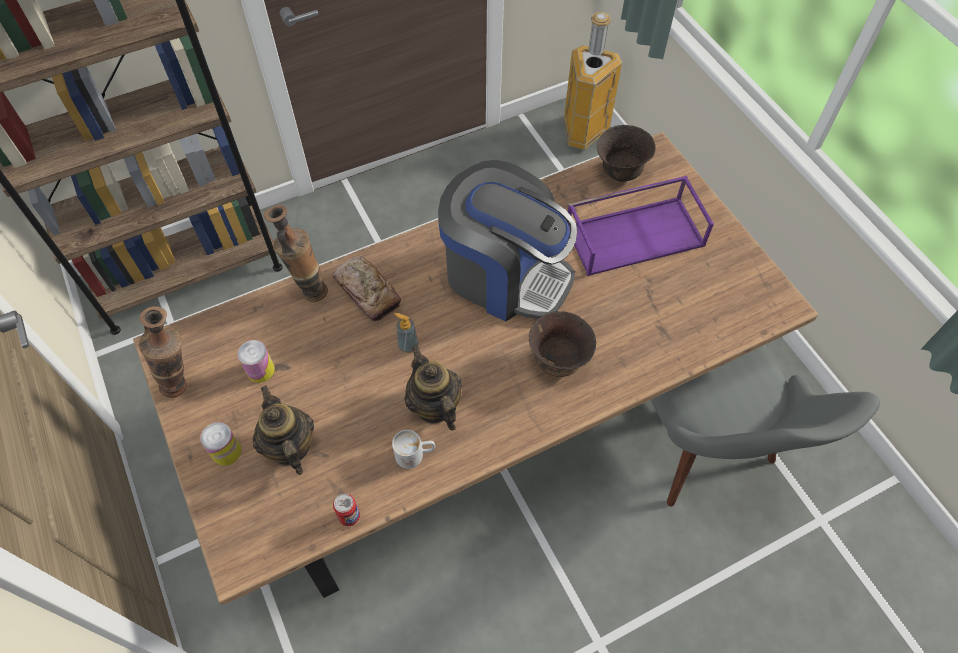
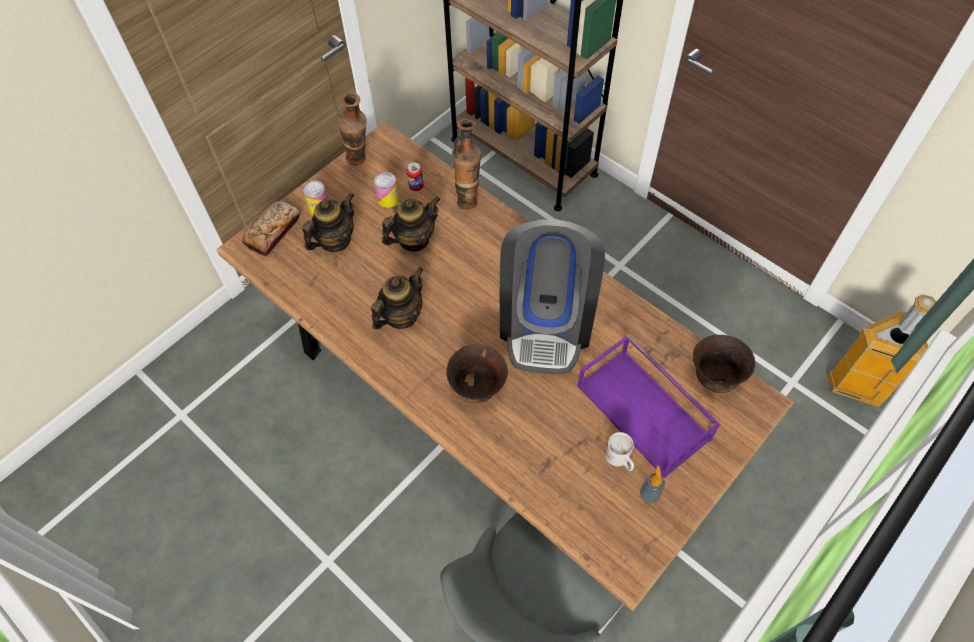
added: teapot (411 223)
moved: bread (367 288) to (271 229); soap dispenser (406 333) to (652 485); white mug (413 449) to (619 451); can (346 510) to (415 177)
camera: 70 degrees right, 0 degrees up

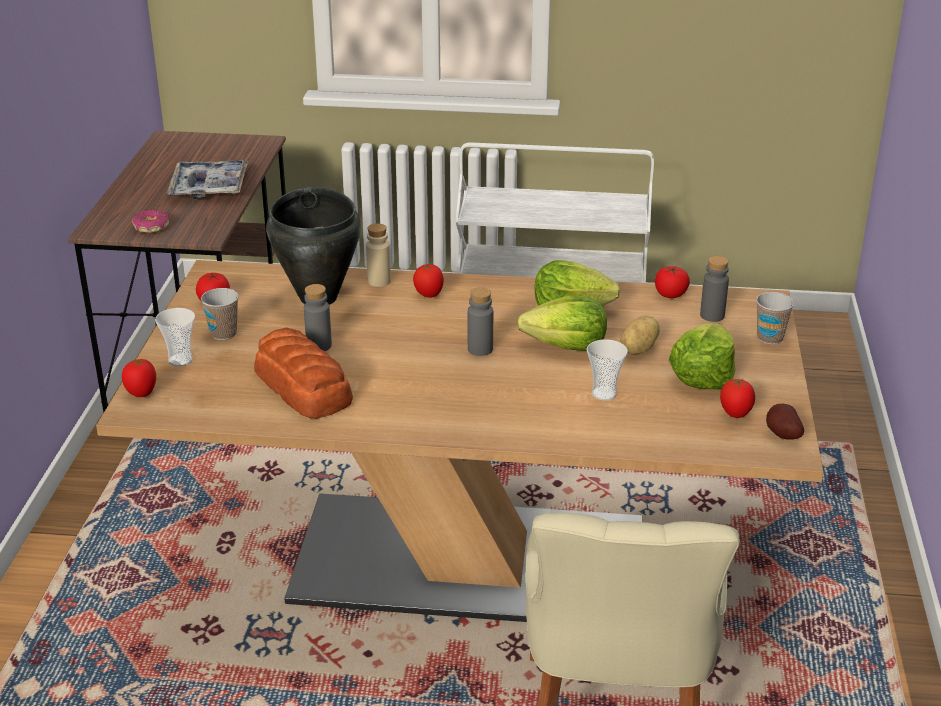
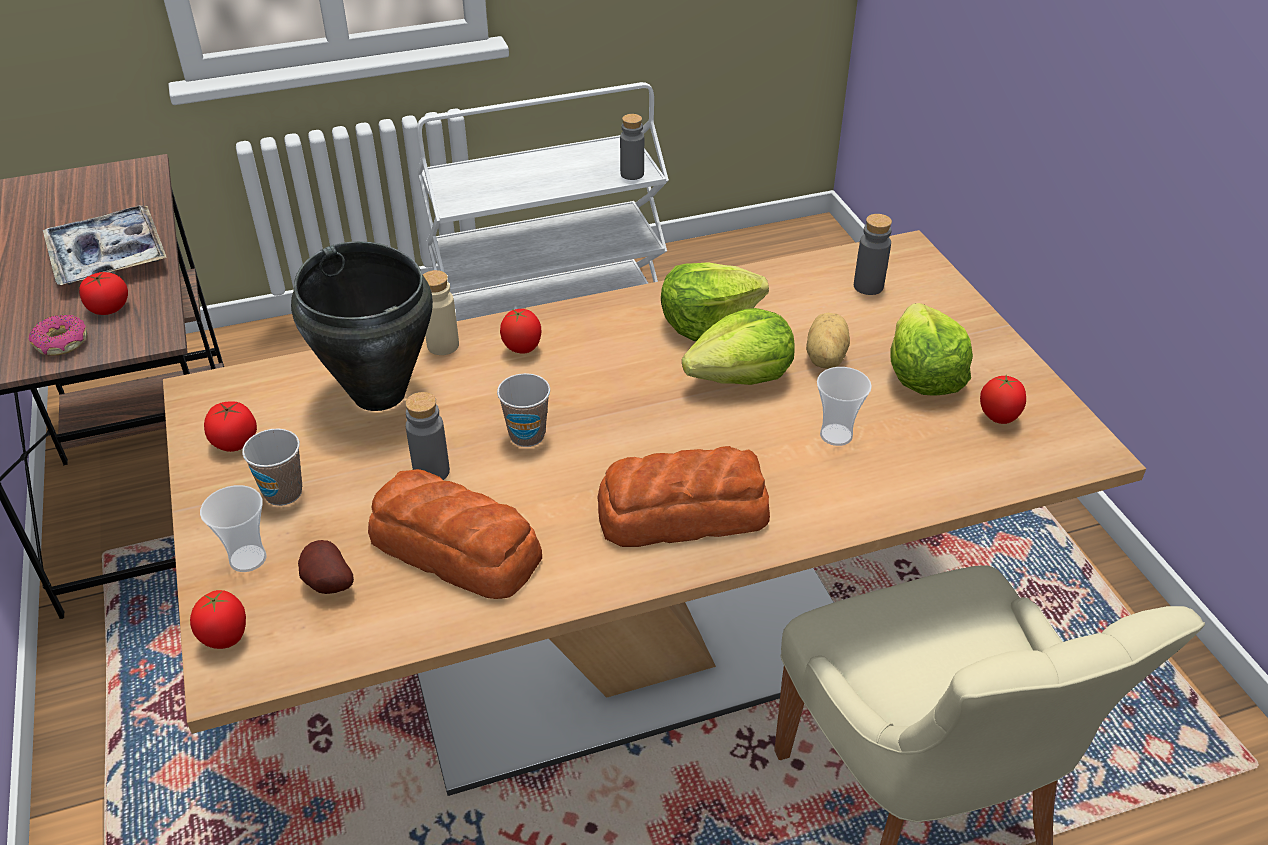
added: bread (683 496)
moved: tomato (672 282) to (103 293); grey bottle (480 321) to (632 147); cup (775 318) to (523 410); potato (785 422) to (326 567)
camera: 25 degrees left, 10 degrees up

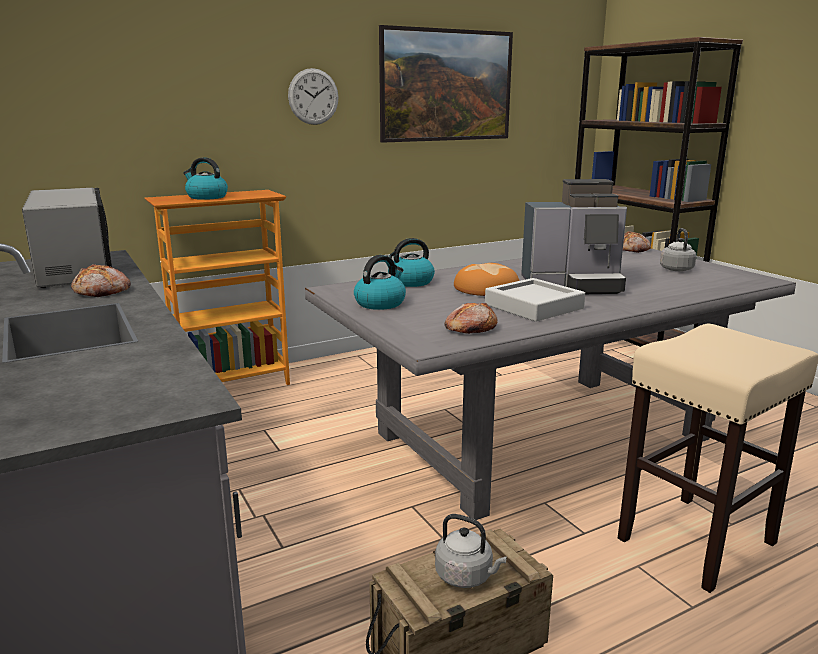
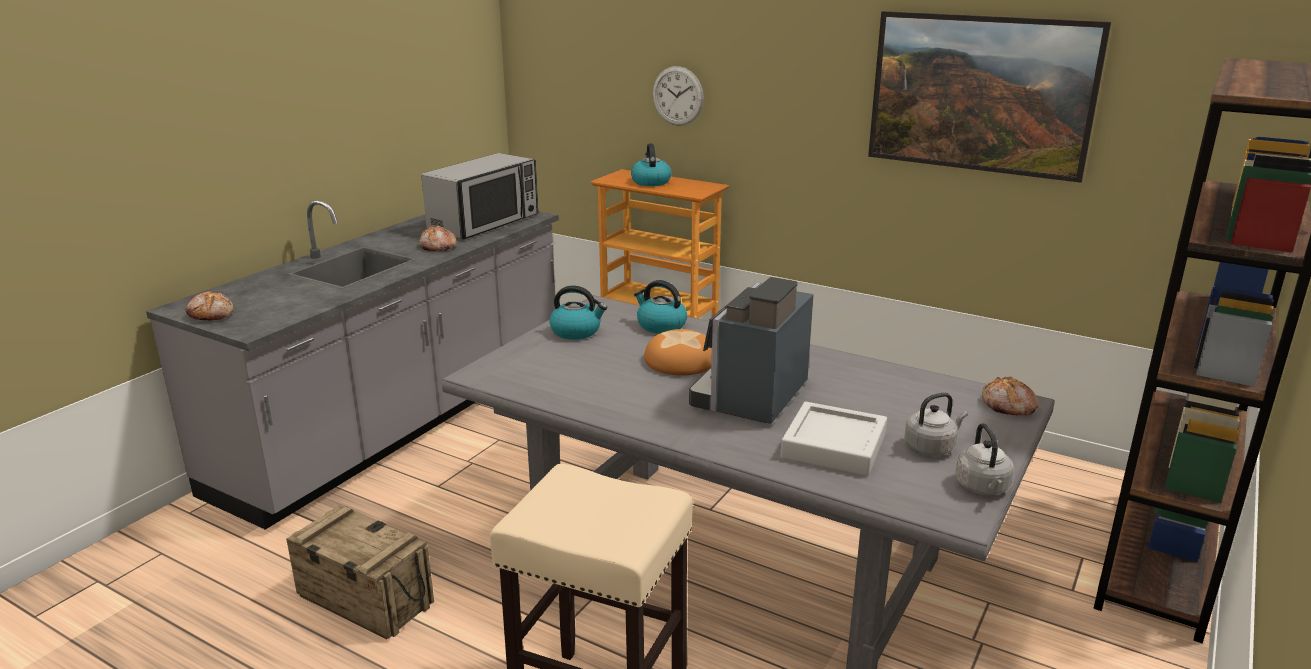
moved: wall clock (313 96) to (678 96); grey tray (535 300) to (833 439); bread (471 318) to (209 306); grey kettle (471 551) to (984 459)
turned: coffee machine (574 236) = (751 350) 60 degrees clockwise
camera: 60 degrees right, 5 degrees up

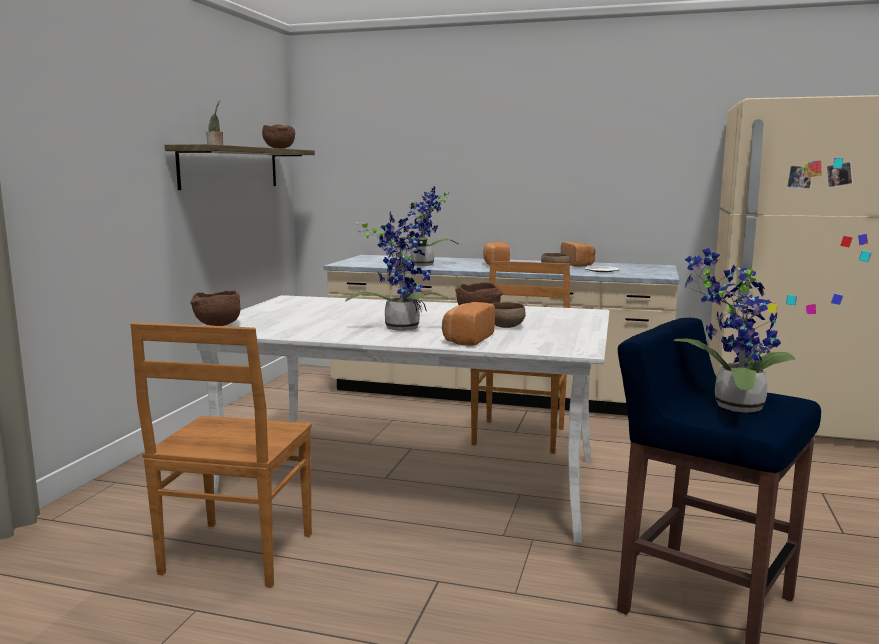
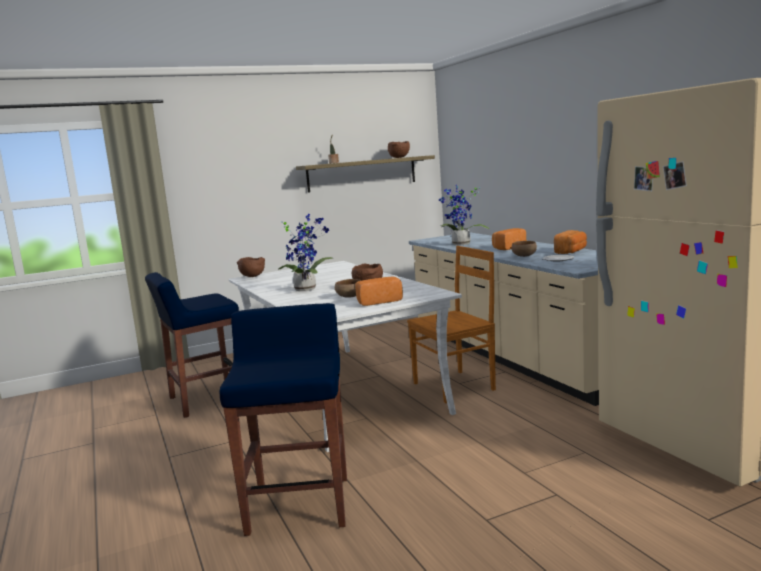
removed: potted plant (735 330)
moved: bread (468 324) to (379 291)
replaced: brown chair (221 455) to blue stool (192 345)
camera: 50 degrees right, 0 degrees up

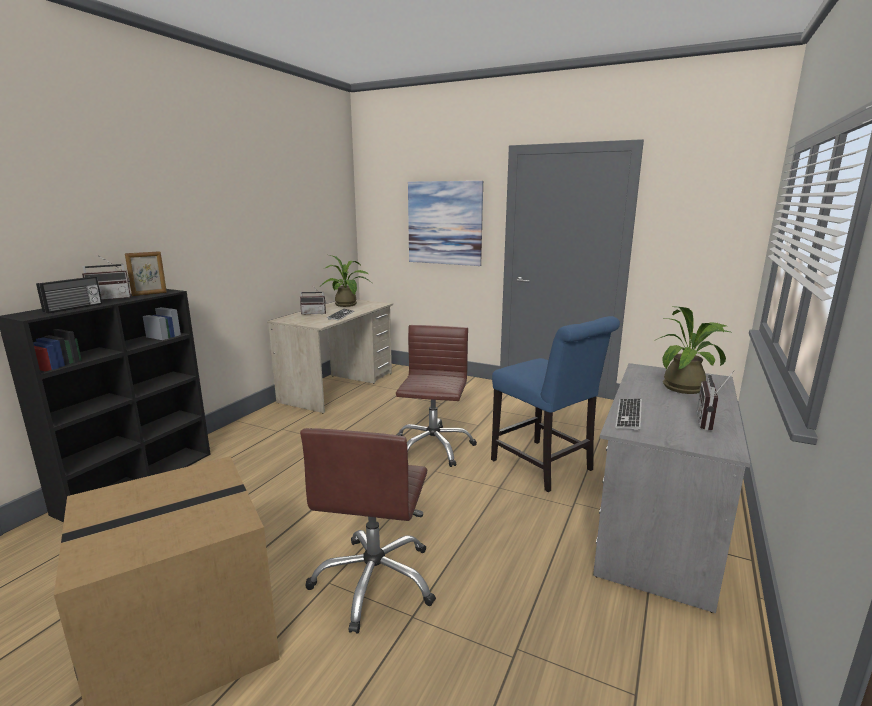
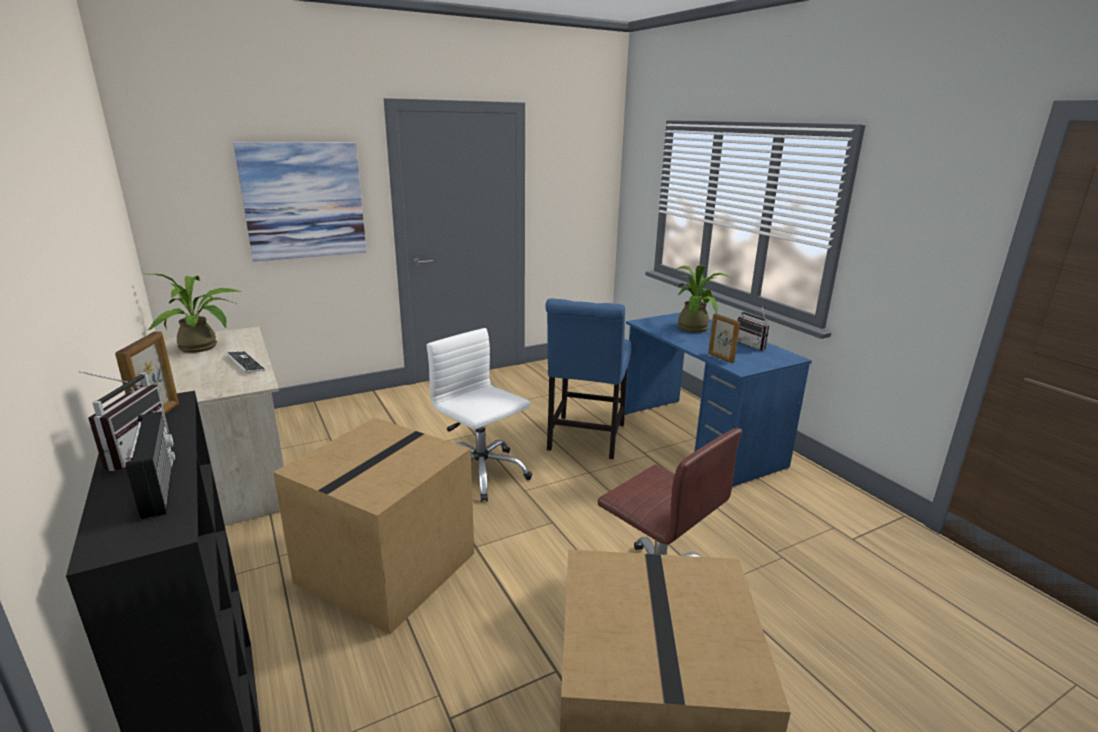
removed: radio (313 299)
added: cardboard box (373 526)
replaced: keyboard (628 415) to picture frame (724 338)
recoloured: brown office chair (436 396) to white office chair (479 415); grey desk (672 488) to blue desk (718 399)
turned: blue chair (555 404) = (588 379) 105 degrees clockwise
camera: 55 degrees left, 5 degrees up

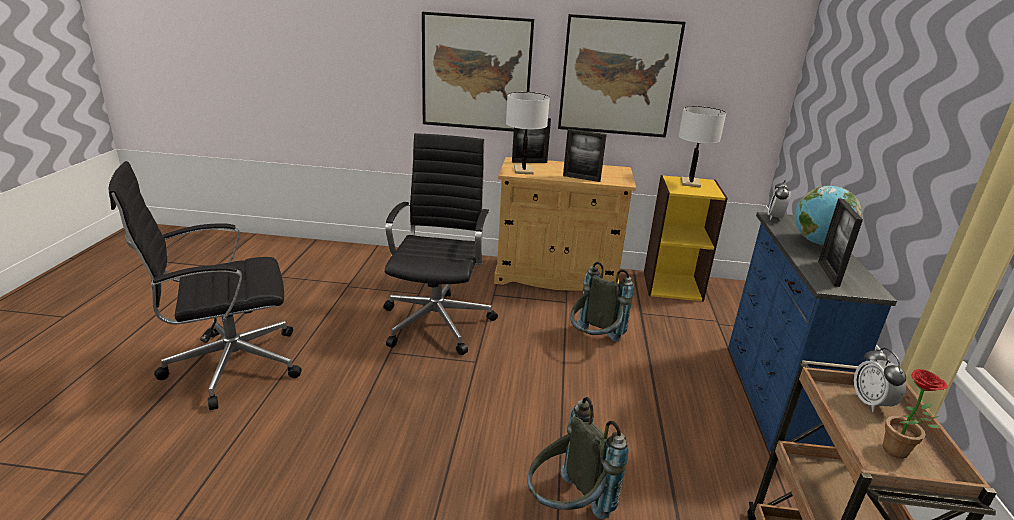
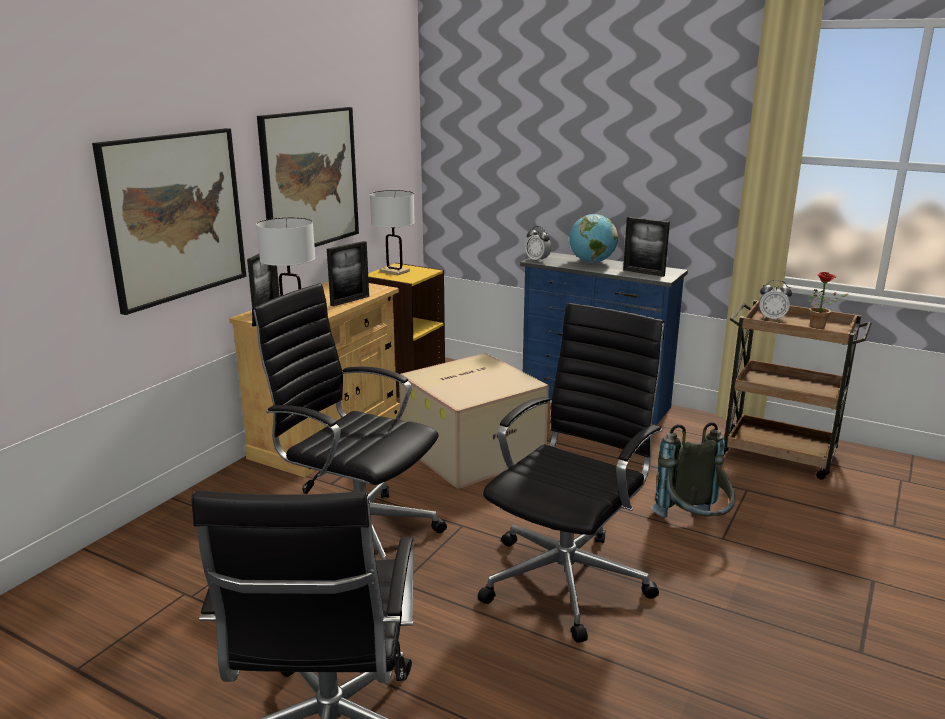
added: black office chair (571 473)
replaced: grey backpack (602 302) to cardboard box (474 421)
camera: 65 degrees left, 5 degrees down

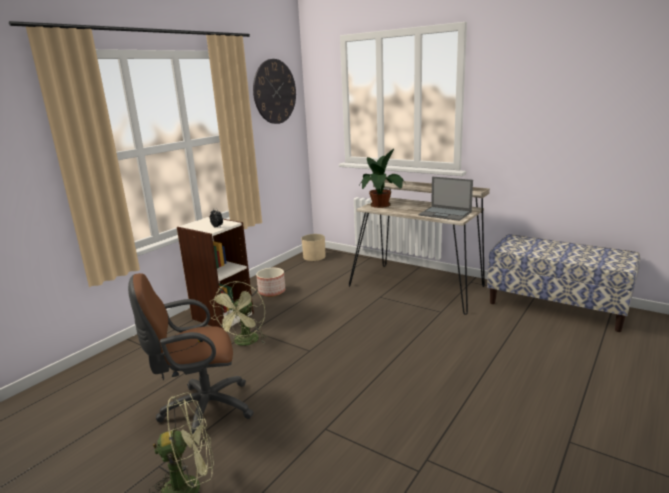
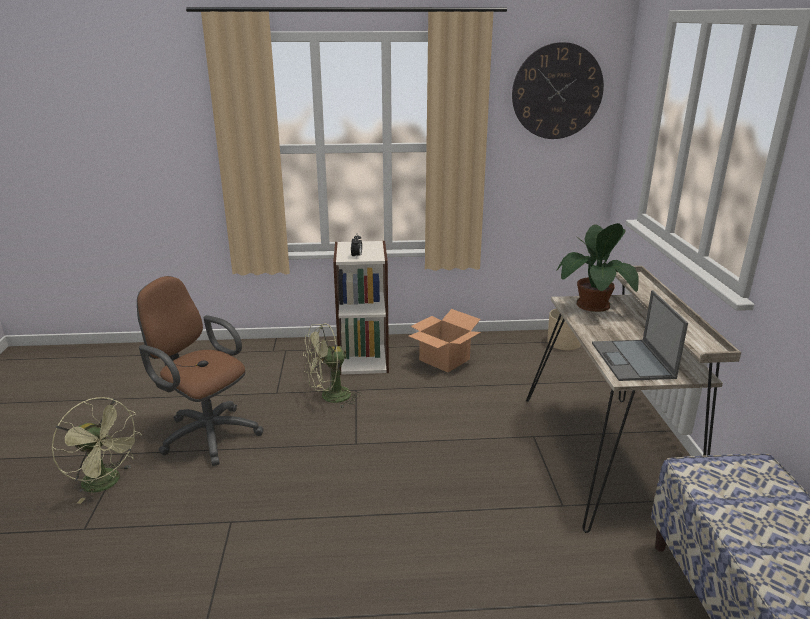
replaced: planter (270 282) to cardboard box (445 340)
camera: 50 degrees right, 5 degrees up

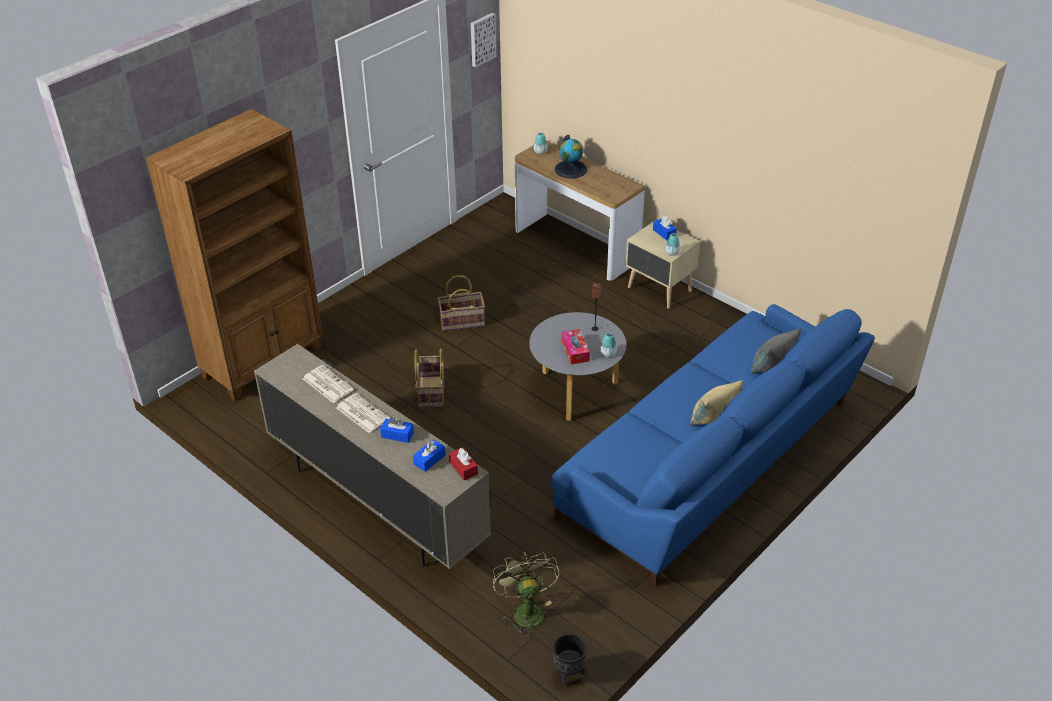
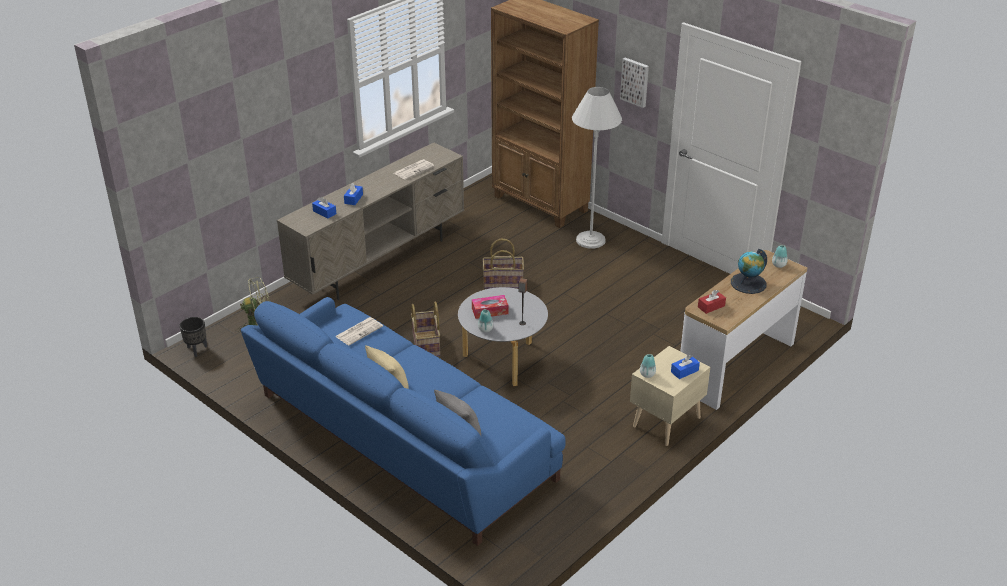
added: white floor lamp (597 168)
moved: picture (483 40) to (634 83); basket (461 303) to (425 328); newspaper (363 413) to (359 331); red tissue box (463 463) to (712 302)
camera: 90 degrees right, 5 degrees down

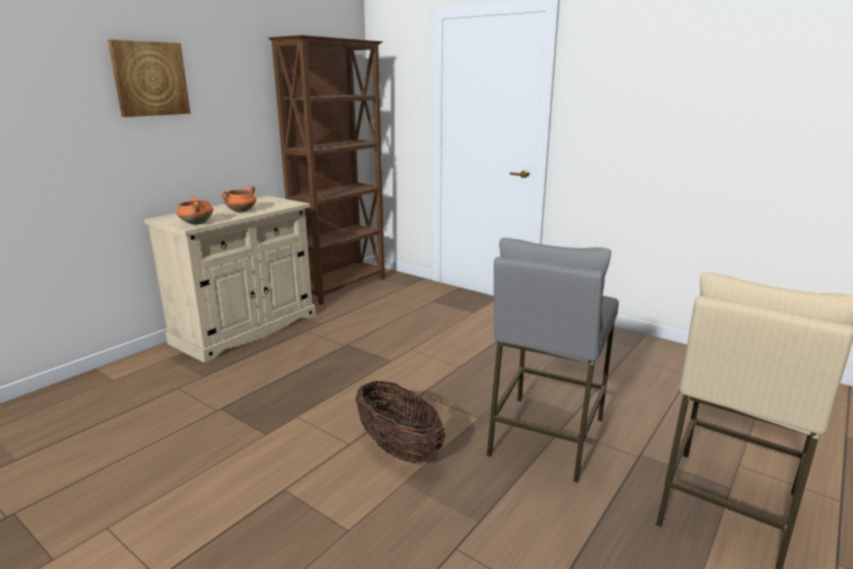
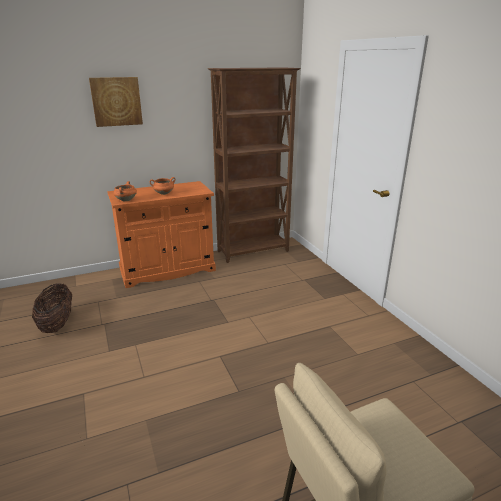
removed: grey stool (553 360)
moved: basket (400 422) to (52 308)
recoloured: beige cabinet (230 279) to orange cabinet (161 234)
camera: 30 degrees right, 5 degrees up

